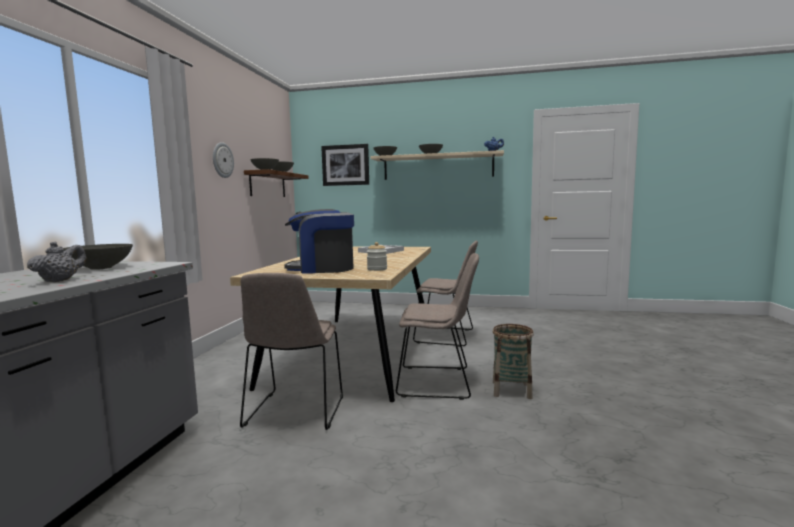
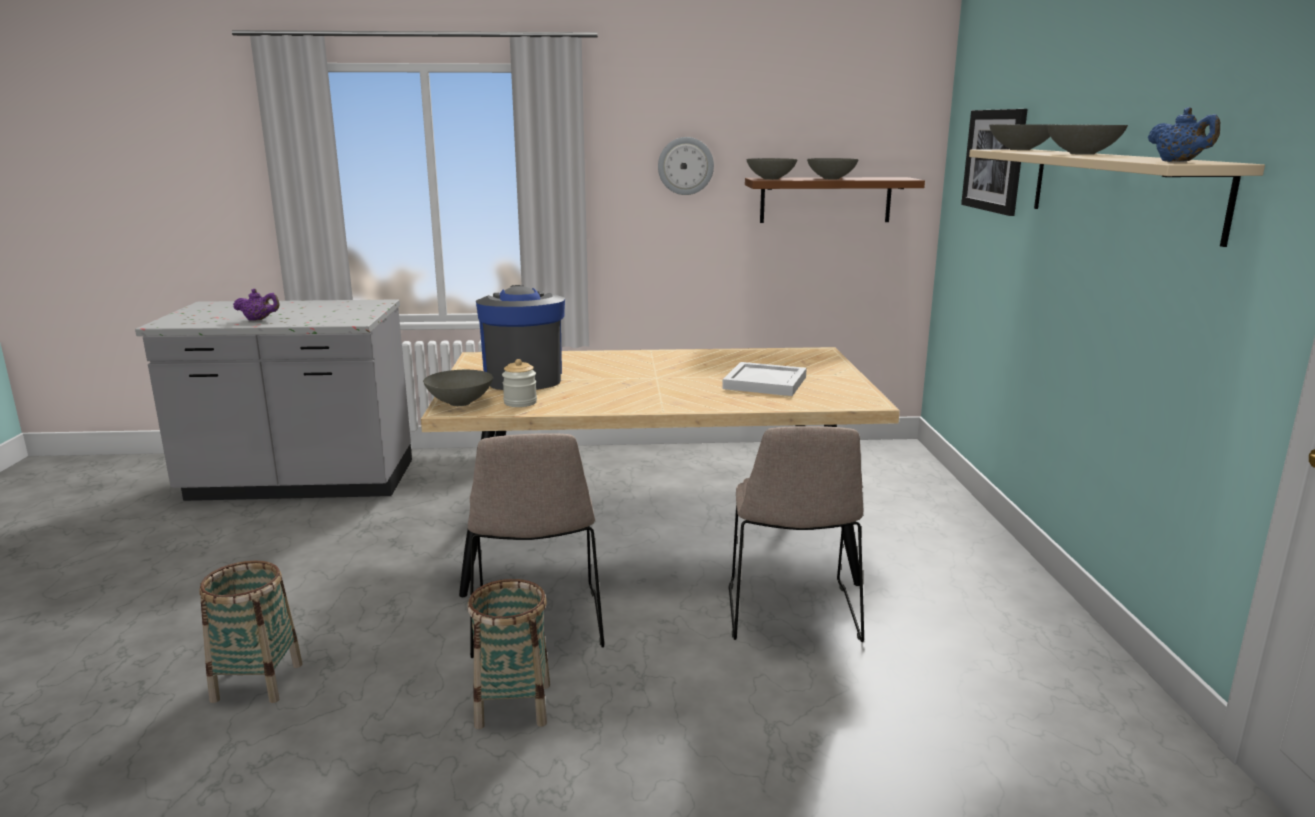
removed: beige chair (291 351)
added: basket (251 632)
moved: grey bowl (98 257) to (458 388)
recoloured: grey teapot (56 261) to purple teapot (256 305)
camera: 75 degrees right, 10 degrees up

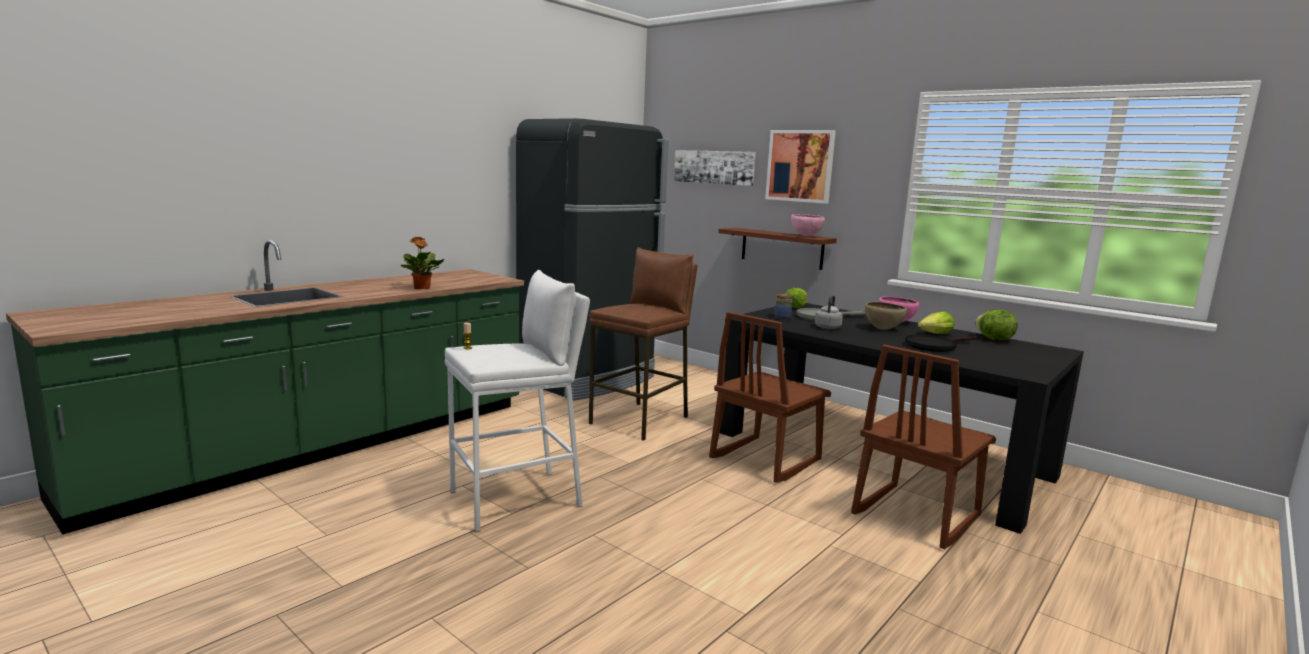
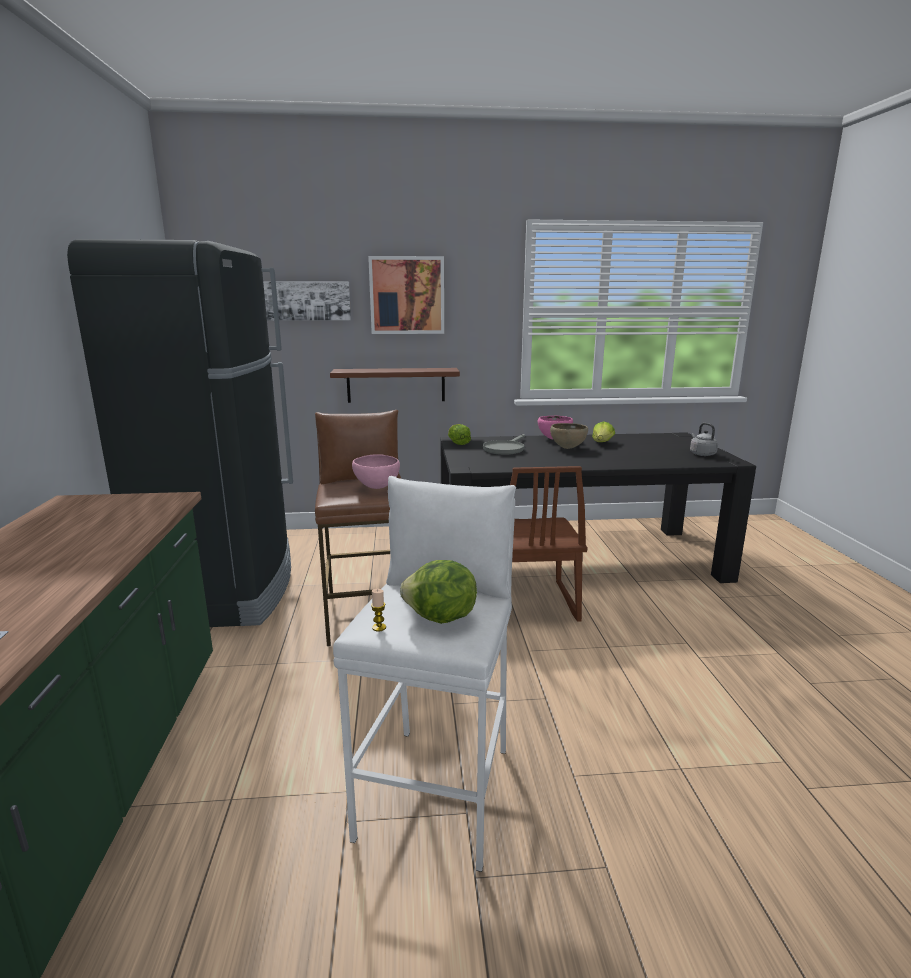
removed: potted plant (422 263); jar (783 306); black frying pan (941 343); brown chair (923 447)
moved: pink bowl (808 225) to (376 472); grey kettle (829 312) to (704 439); lettuce (996 324) to (438 592)
camera: 45 degrees left, 5 degrees up

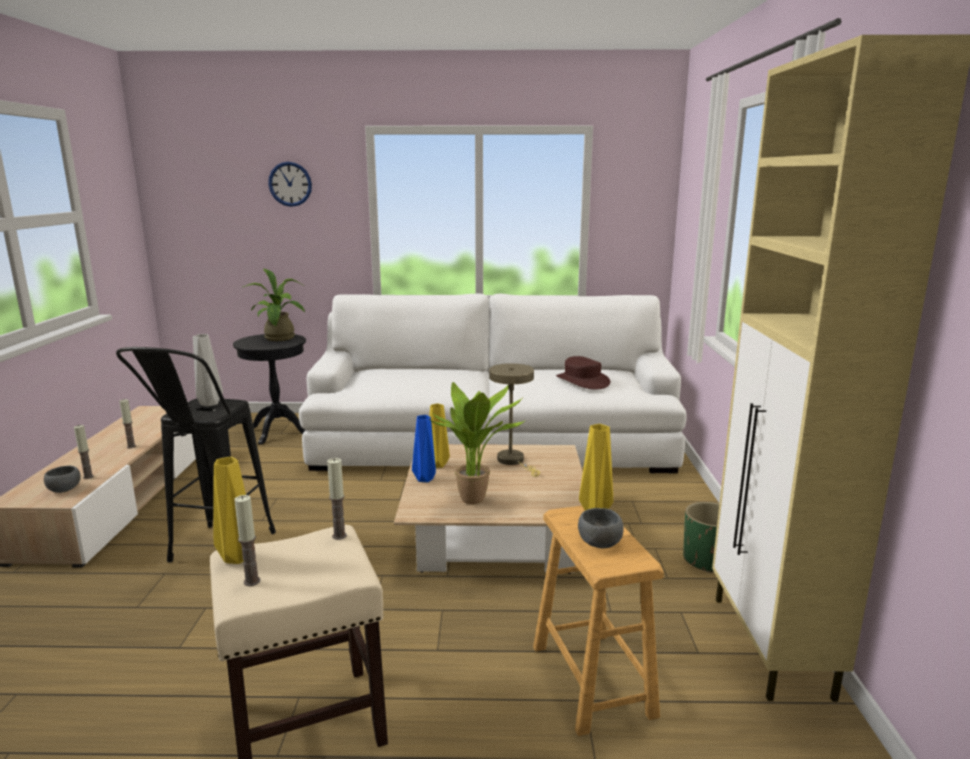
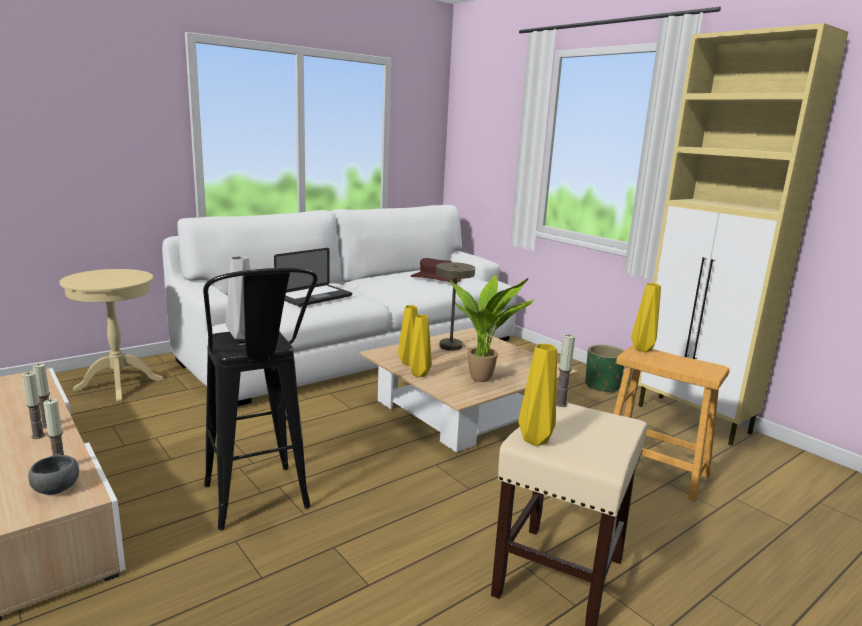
removed: wall clock (290 184); potted plant (274 305); grey bowl (601 528)
added: laptop (313 277)
moved: candle (247 540) to (33 405)
recoloured: black side table (269 389) to beige side table (111 335); blue vase (424 448) to yellow vase (420 345)
camera: 40 degrees left, 0 degrees up

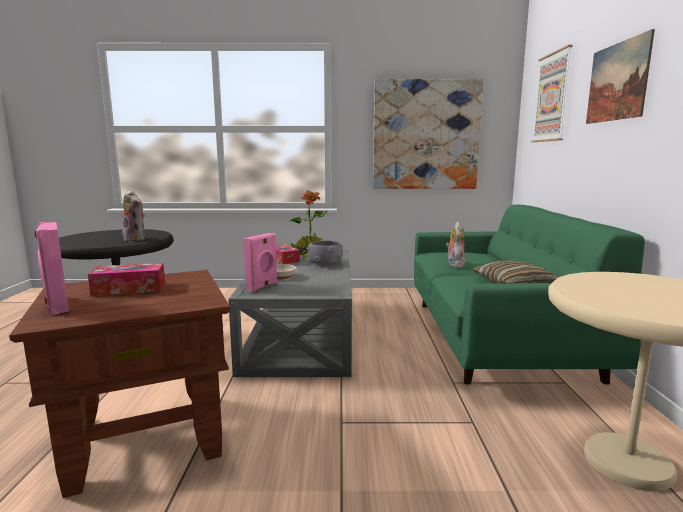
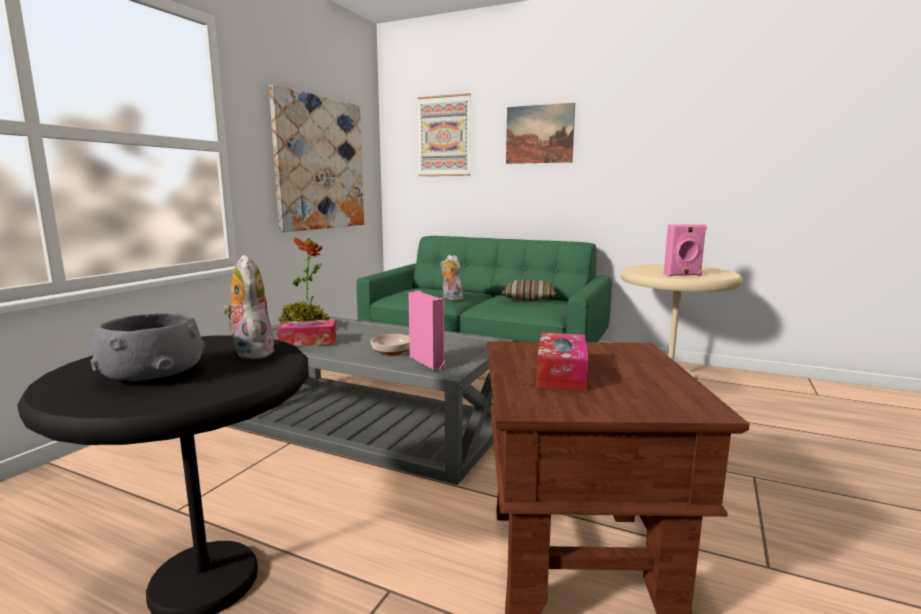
moved: pink speaker (51 268) to (685 250); grey bowl (325 252) to (147 347)
turned: plush toy (133 216) = (248 307) 90 degrees counterclockwise
camera: 65 degrees left, 0 degrees up

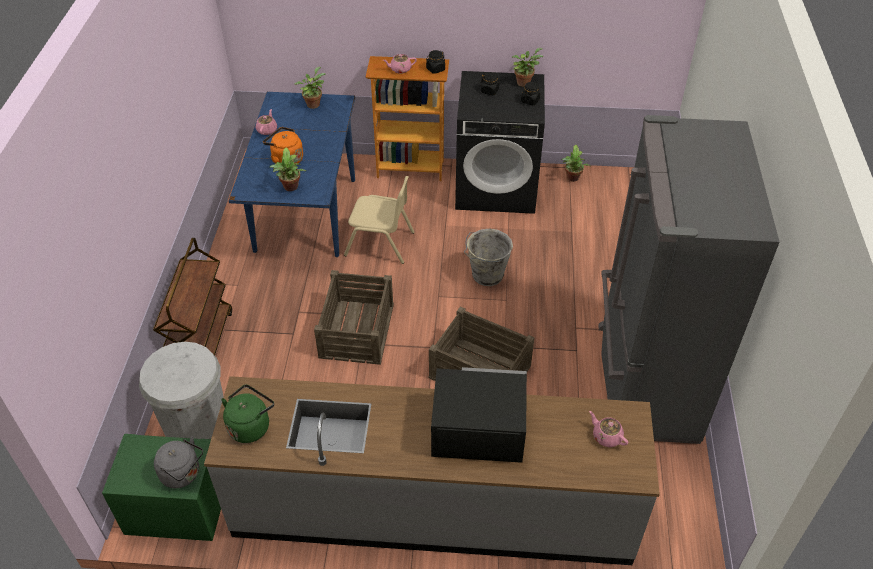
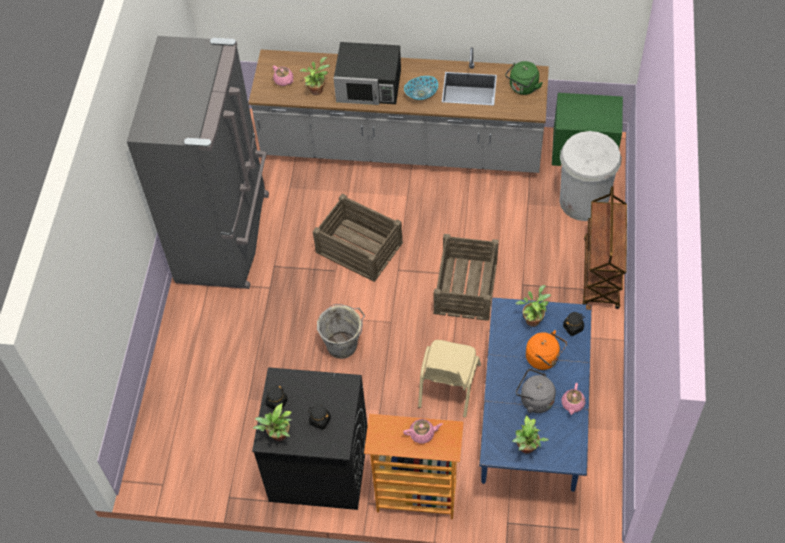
added: bowl (421 88)
moved: black jar (435 62) to (574 324); potted plant (576 163) to (315 76); grey kettle (178 462) to (536 391)
turned: beige chair (379 220) = (449 379) 90 degrees counterclockwise
camera: 175 degrees left, 10 degrees up

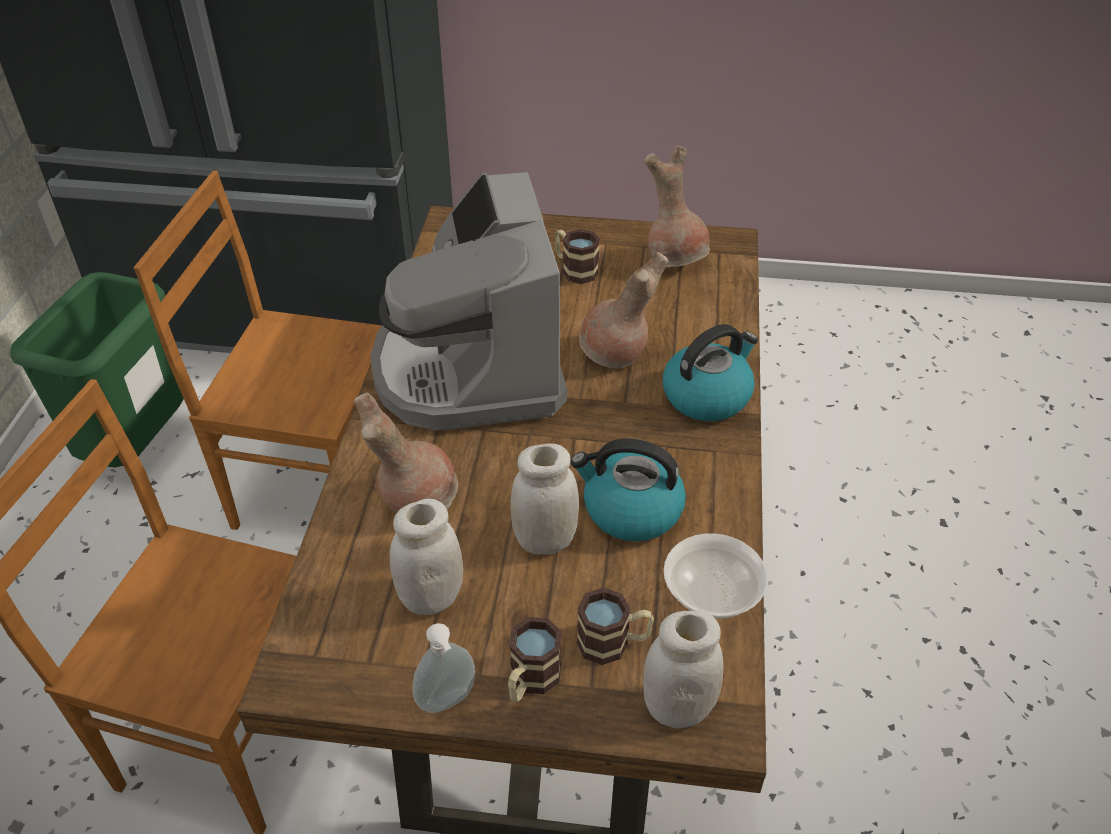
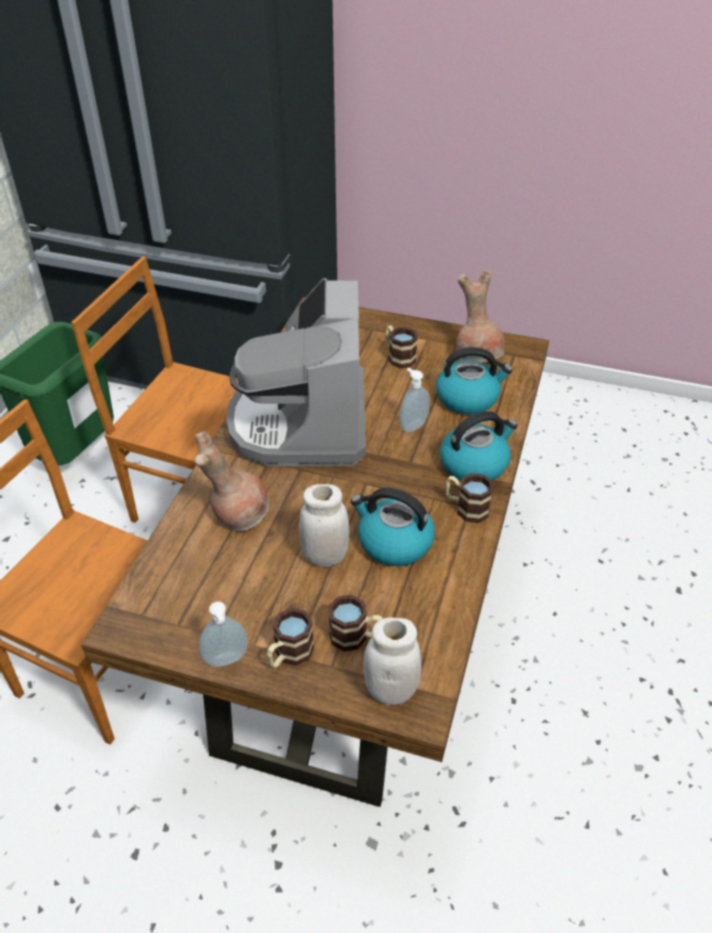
removed: white jar (426 557); bowl (716 576)
added: kettle (474 381); mug (469 498)
replaced: brown vase (623 310) to soap dispenser (414 400)
camera: 10 degrees right, 0 degrees up

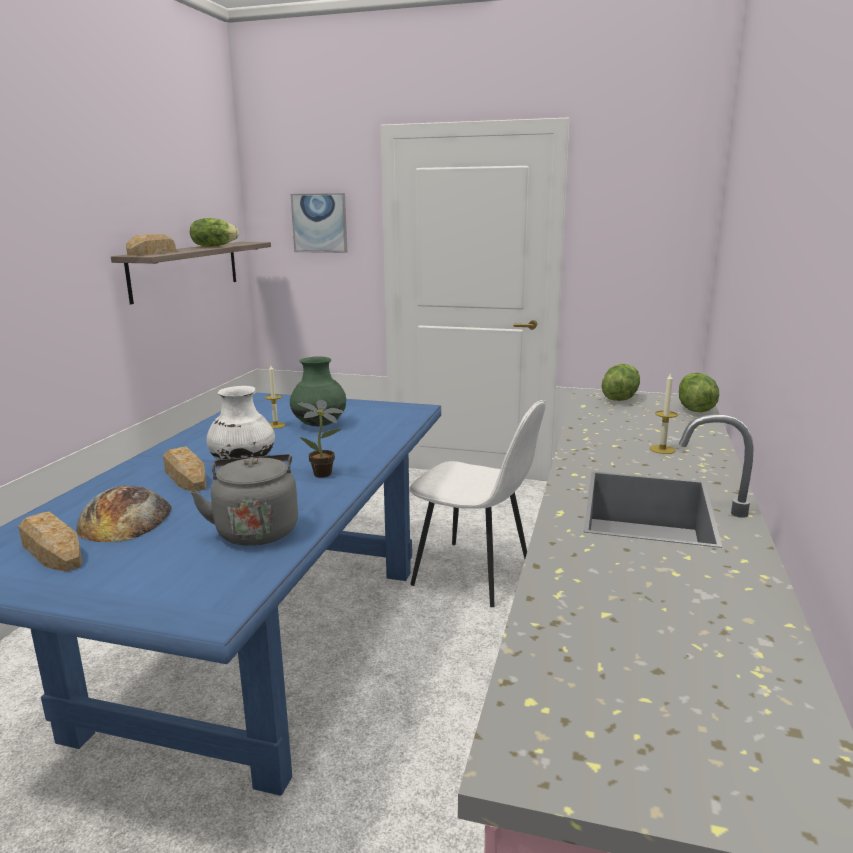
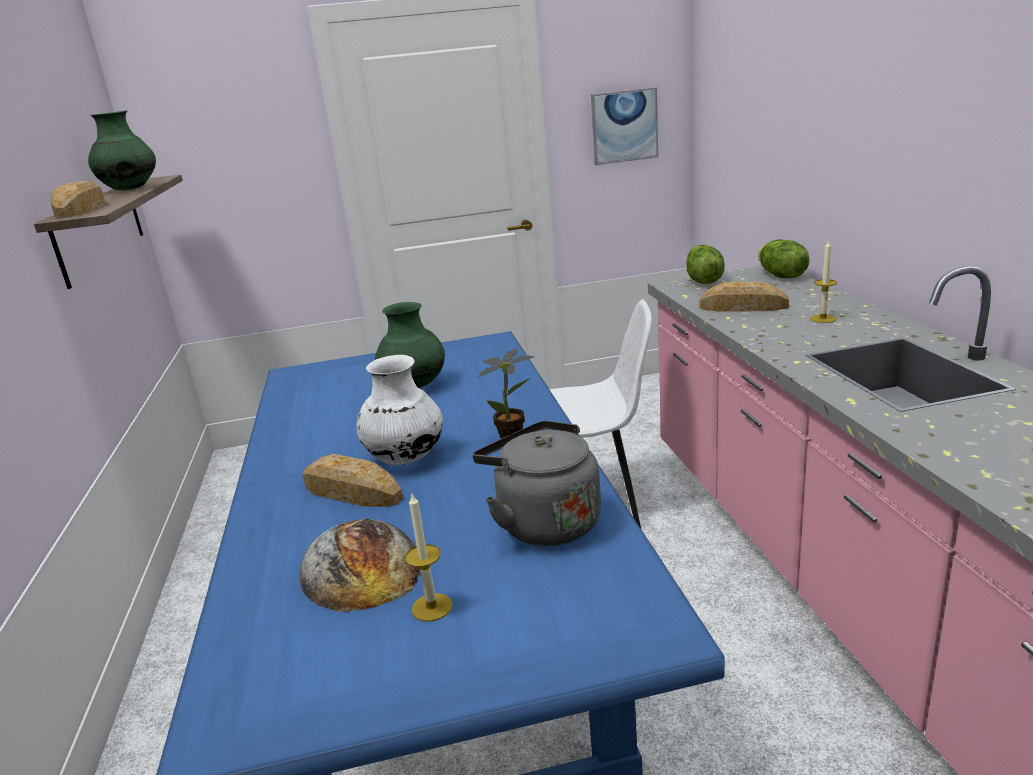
moved: picture (319 223) to (624 126); candle (275 397) to (429 557); bread (50 542) to (744 297)
replaced: lettuce (214 232) to green vase (122 150)
camera: 25 degrees left, 5 degrees up

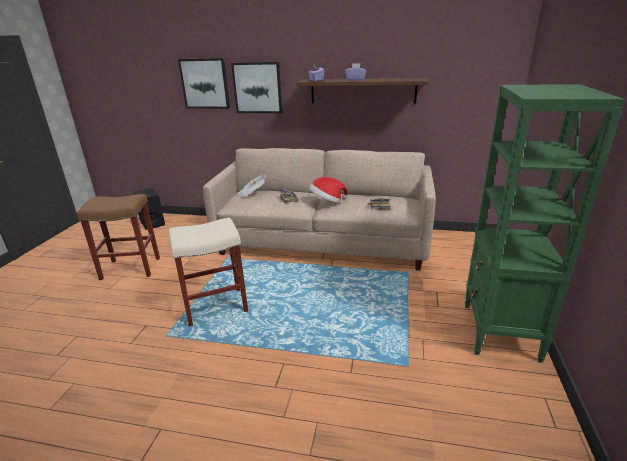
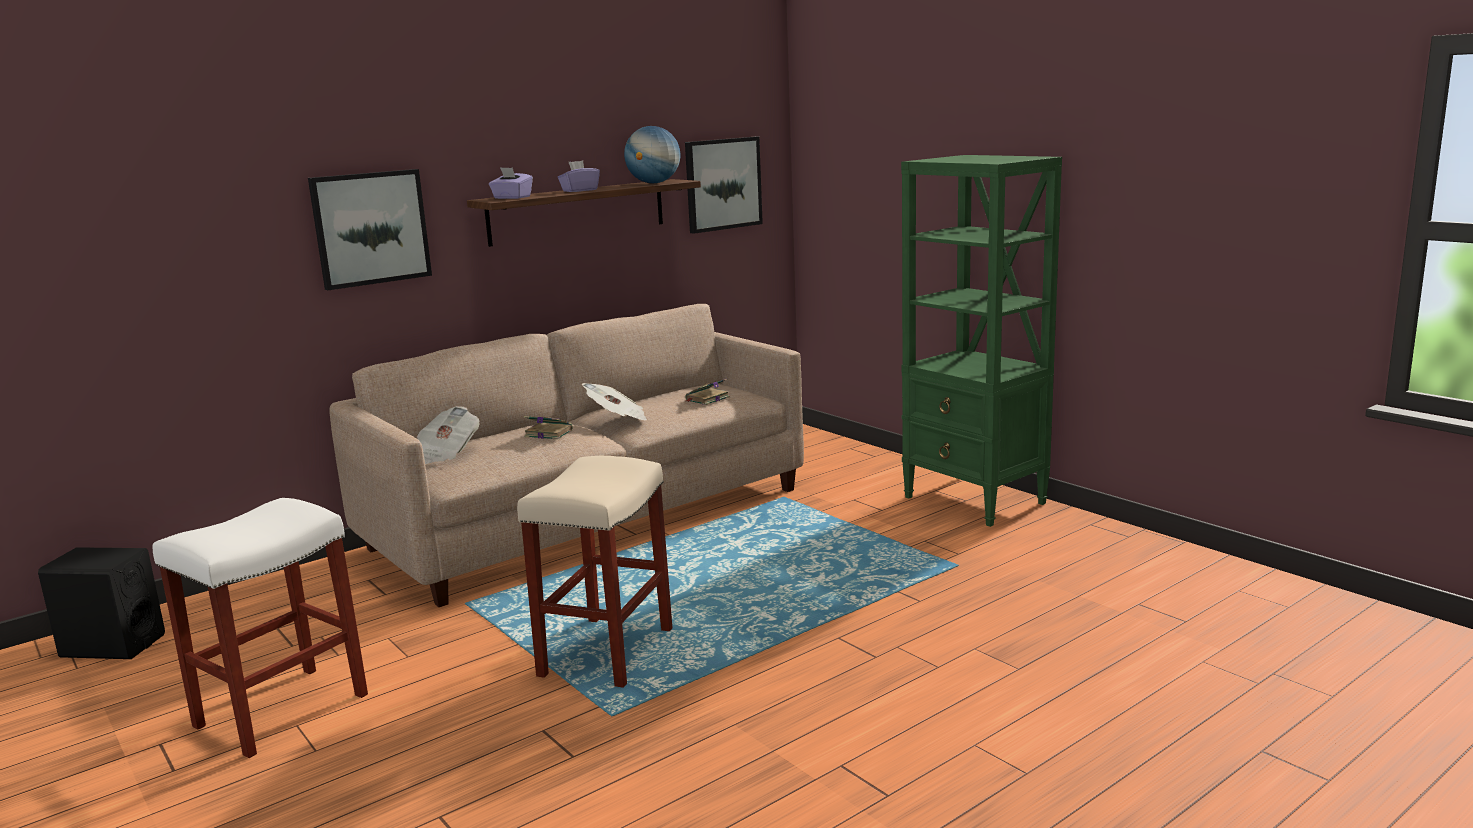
added: globe (652 154)
moved: picture (204 83) to (724 185)
replaced: hat (328 190) to newspaper (614 401)
recoloured: brown stool (118 237) to white stool (260 628)
camera: 50 degrees left, 10 degrees down

